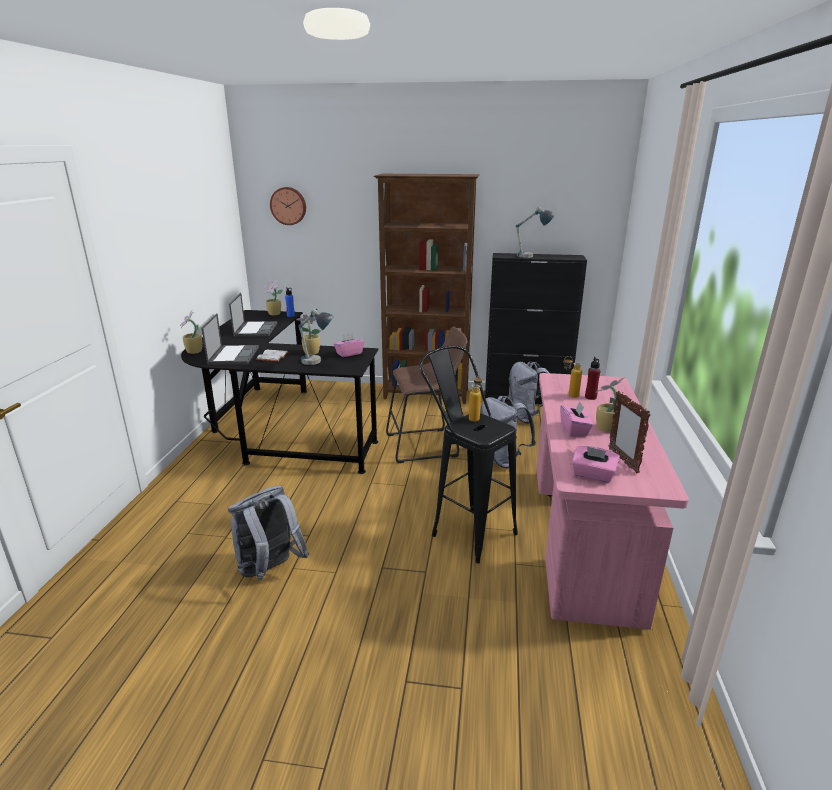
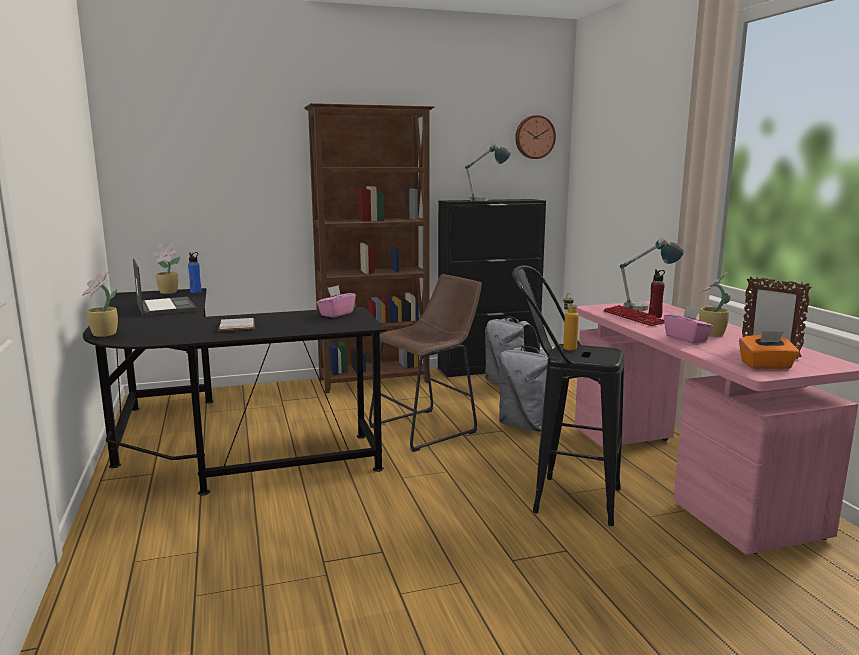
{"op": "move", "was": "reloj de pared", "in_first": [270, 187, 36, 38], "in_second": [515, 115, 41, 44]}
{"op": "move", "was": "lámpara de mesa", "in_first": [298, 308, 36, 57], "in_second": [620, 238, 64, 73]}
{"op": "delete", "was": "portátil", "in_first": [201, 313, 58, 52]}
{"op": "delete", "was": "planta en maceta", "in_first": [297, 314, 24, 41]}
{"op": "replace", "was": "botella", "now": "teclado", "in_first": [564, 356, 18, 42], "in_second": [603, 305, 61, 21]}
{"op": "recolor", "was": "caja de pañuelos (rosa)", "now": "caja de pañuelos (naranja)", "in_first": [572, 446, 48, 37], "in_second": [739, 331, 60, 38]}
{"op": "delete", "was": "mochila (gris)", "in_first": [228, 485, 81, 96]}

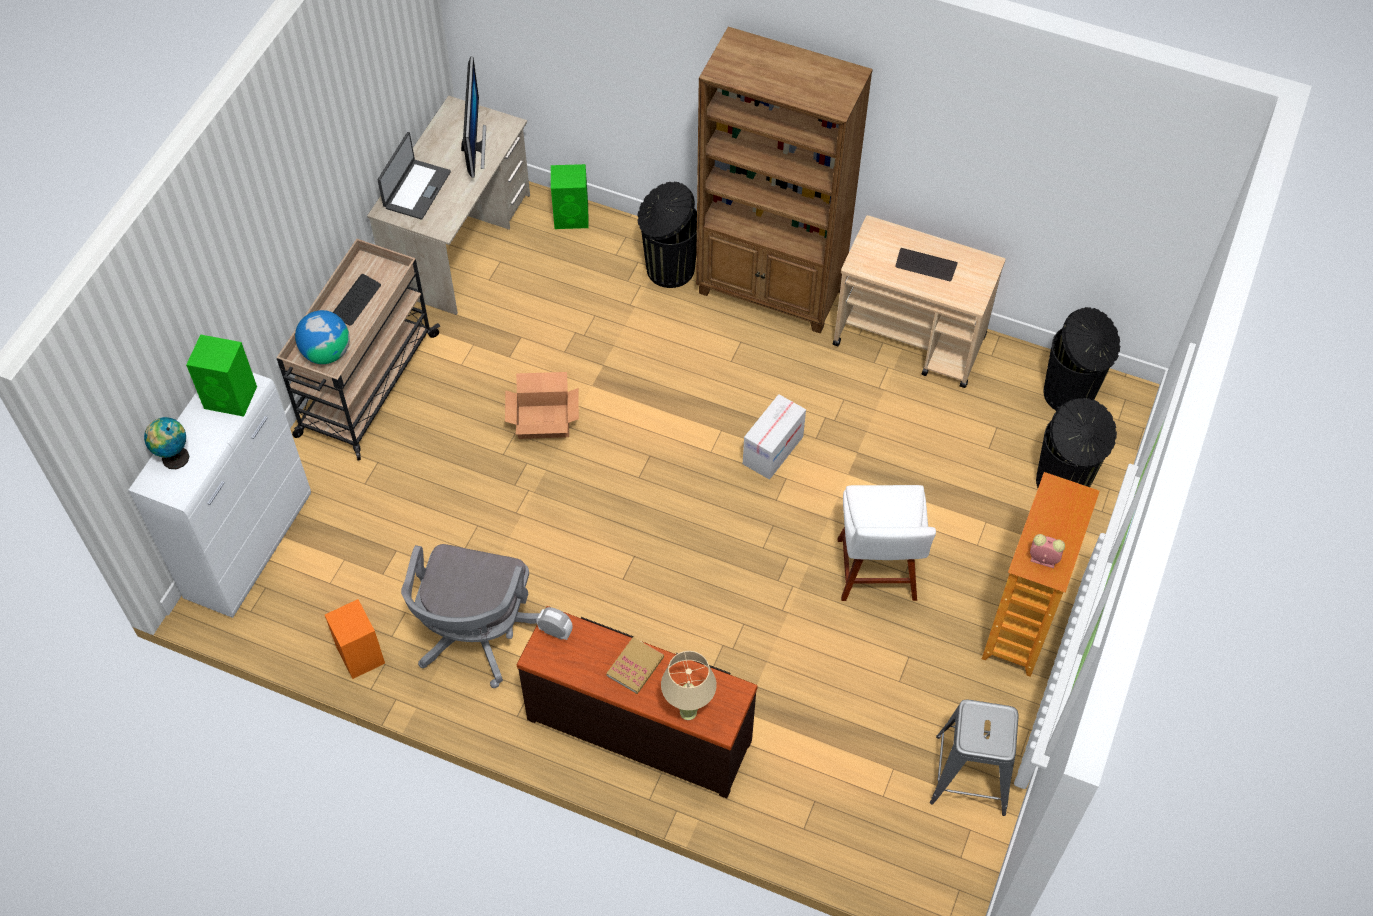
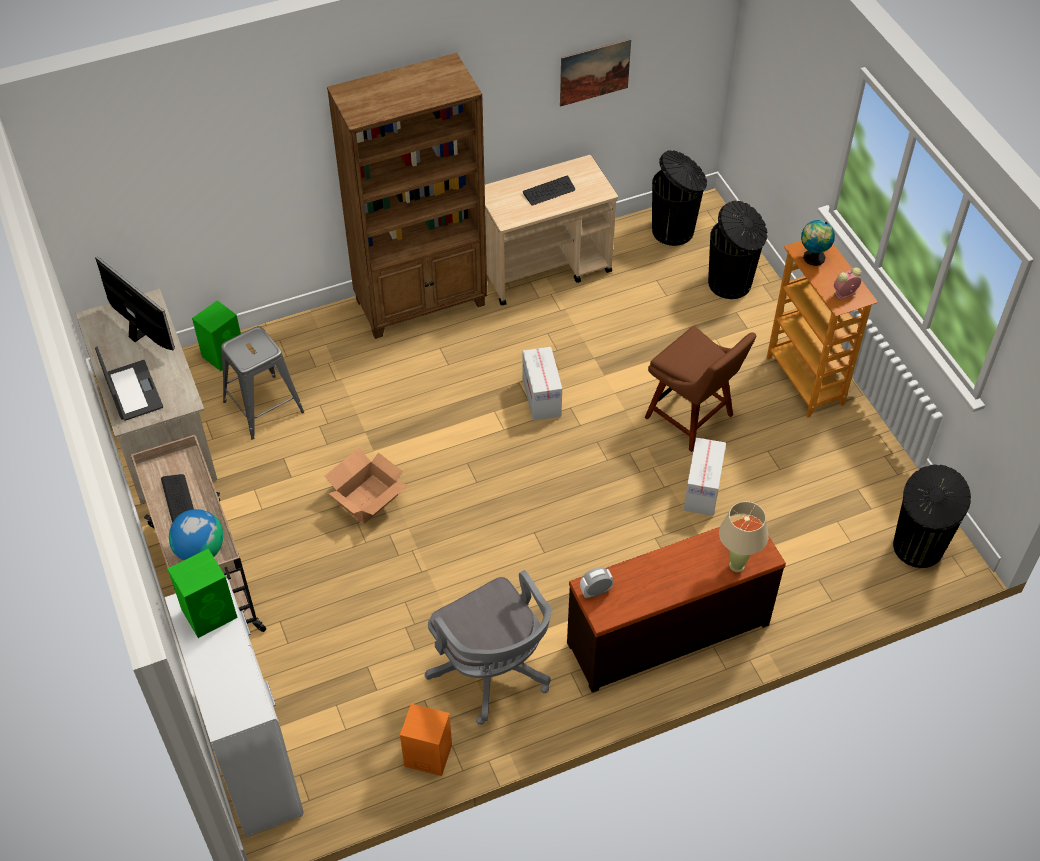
{"op": "move", "was": "papelera (negro)", "in_first": [637, 182, 60, 106], "in_second": [893, 464, 78, 104]}
{"op": "move", "was": "globo terráqueo", "in_first": [144, 417, 45, 52], "in_second": [801, 220, 34, 46]}
{"op": "recolor", "was": "silla (blanco)", "now": "silla (marrón)", "in_first": [838, 485, 98, 116], "in_second": [645, 326, 111, 126]}
{"op": "delete", "was": "libro", "in_first": [606, 637, 58, 57]}
{"op": "move", "was": "taburete (gris)", "in_first": [930, 700, 88, 116], "in_second": [221, 326, 83, 114]}
{"op": "insert", "now": "cuadro", "in_second": [560, 39, 71, 68]}
{"op": "insert", "now": "caja de cartón", "in_second": [683, 437, 43, 79]}

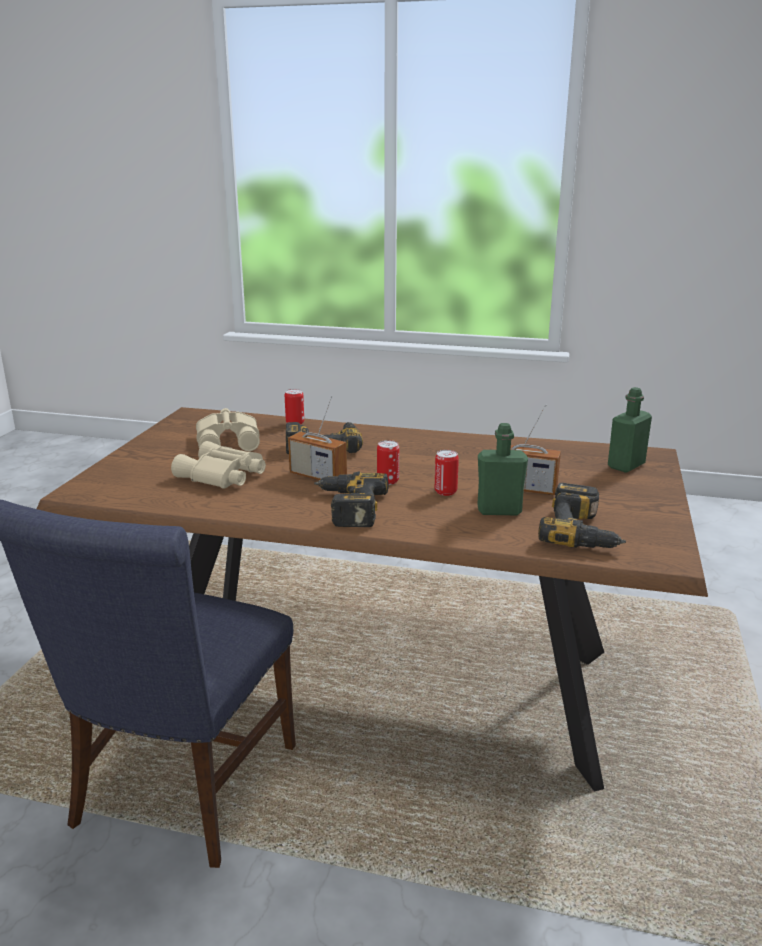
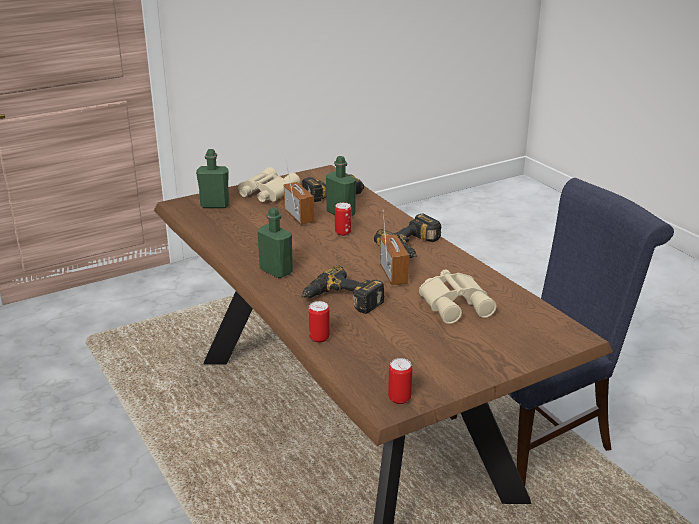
{"op": "move", "was": "prismáticos (beis)", "in_first": [196, 408, 64, 43], "in_second": [238, 167, 62, 35]}
{"op": "move", "was": "lata", "in_first": [377, 440, 22, 45], "in_second": [388, 358, 24, 46]}
{"op": "insert", "now": "botella (verde)", "in_second": [257, 207, 36, 71]}

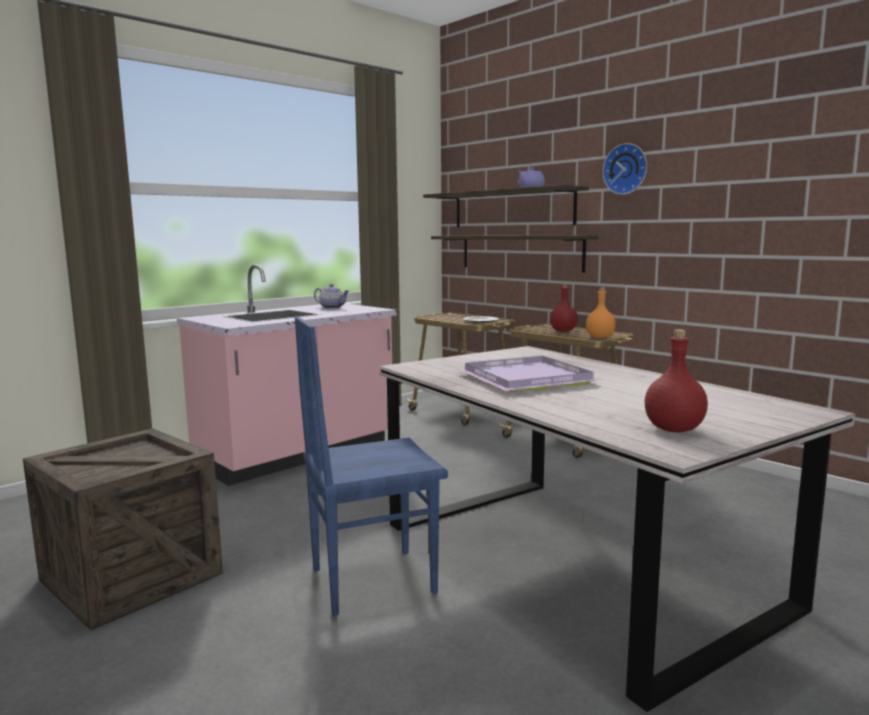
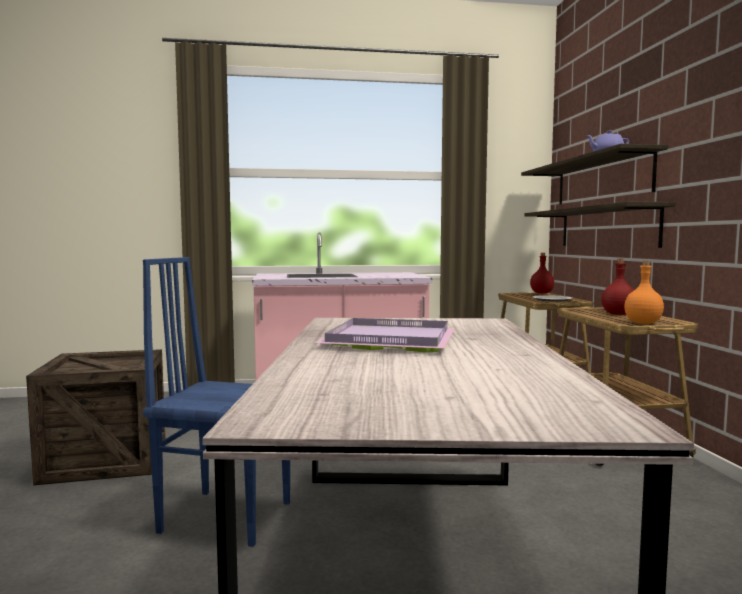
{"op": "delete", "was": "reloj de pared", "in_first": [603, 143, 44, 52]}
{"op": "delete", "was": "tetera", "in_first": [314, 284, 35, 25]}
{"op": "move", "was": "botella (rojo)", "in_first": [645, 329, 63, 104], "in_second": [530, 253, 24, 41]}

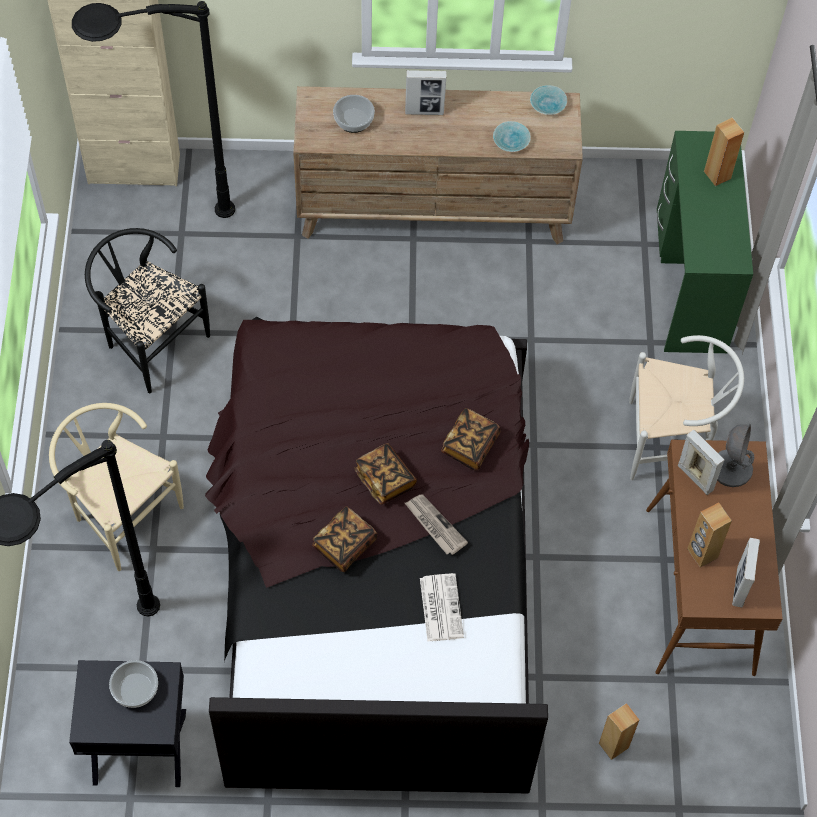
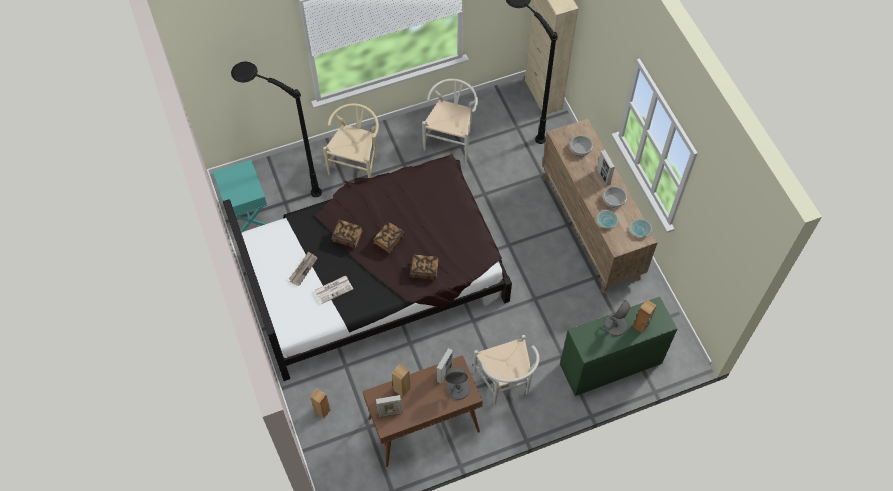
{"op": "recolor", "was": "silla (negro)", "now": "silla (blanco)", "in_first": [85, 228, 125, 165], "in_second": [422, 79, 56, 82]}
{"op": "move", "was": "periódico", "in_first": [405, 494, 63, 61], "in_second": [289, 251, 29, 35]}
{"op": "recolor", "was": "mesita de noche (negro)", "now": "mesita de noche (turquesa)", "in_first": [69, 660, 117, 127], "in_second": [213, 160, 55, 73]}
{"op": "move", "was": "cuenco", "in_first": [109, 660, 49, 48], "in_second": [603, 186, 24, 22]}
{"op": "insert", "now": "lámpara de mesa (gris)", "in_second": [604, 300, 26, 36]}

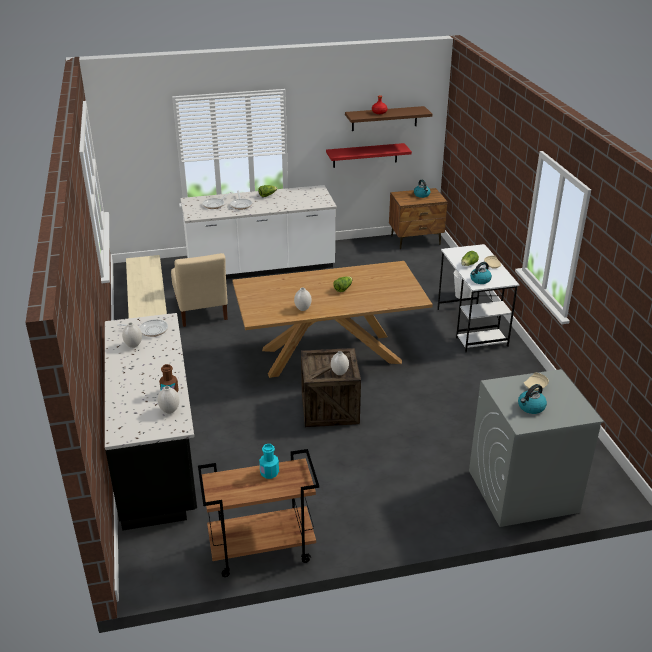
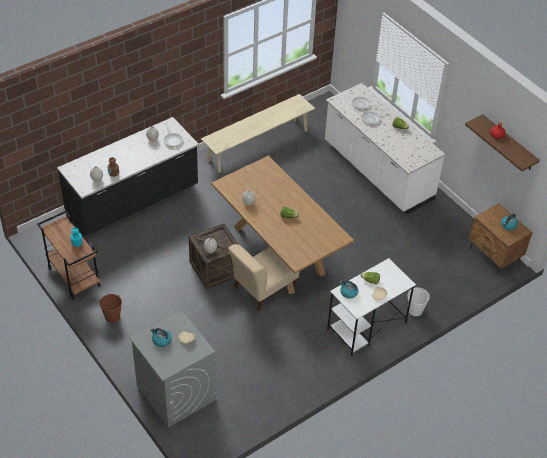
{"op": "delete", "was": "estante (rojo)", "in_first": [326, 143, 86, 25]}
{"op": "move", "was": "silla (beis)", "in_first": [171, 253, 57, 74], "in_second": [228, 244, 71, 67]}
{"op": "insert", "now": "cubo (marrón)", "in_second": [100, 294, 22, 29]}

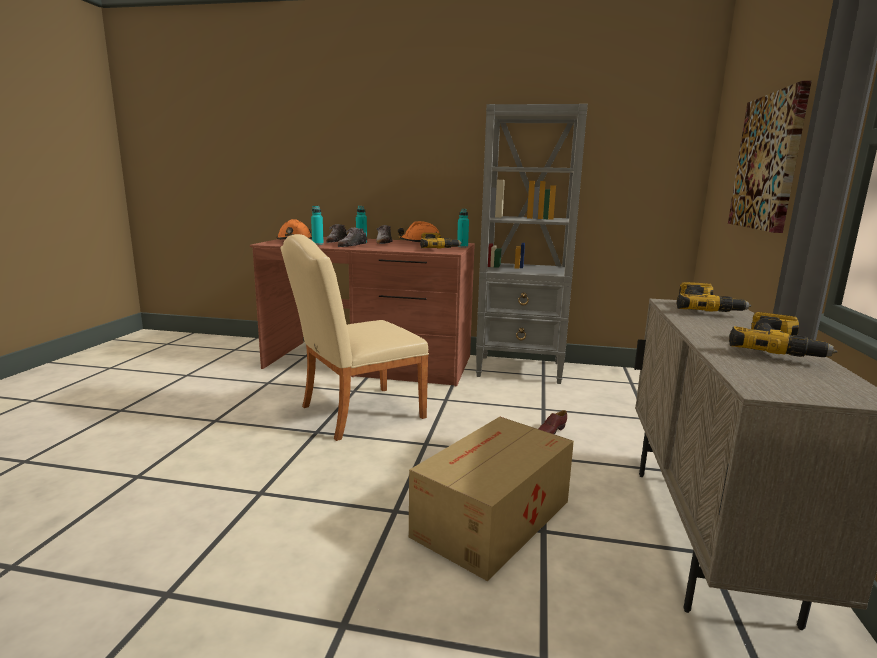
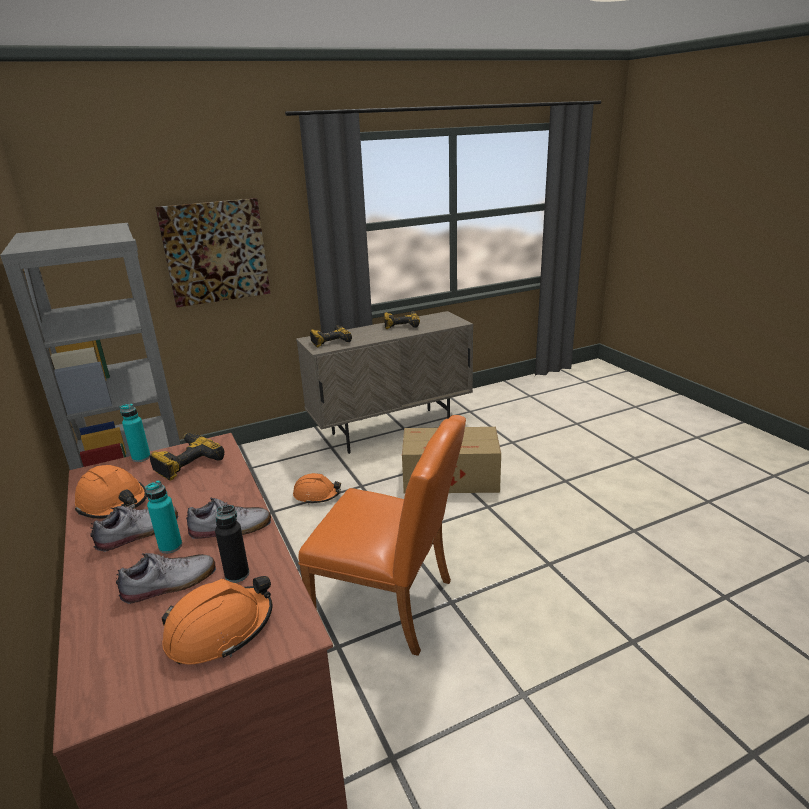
{"op": "recolor", "was": "botella (turquesa)", "now": "botella (negro)", "in_first": [311, 206, 13, 39], "in_second": [215, 505, 34, 78]}
{"op": "recolor", "was": "silla (beis)", "now": "silla (naranja)", "in_first": [281, 234, 148, 207], "in_second": [298, 415, 168, 241]}
{"op": "replace", "was": "zapato (marrón)", "now": "casco (naranja)", "in_first": [539, 410, 28, 24], "in_second": [293, 473, 48, 32]}

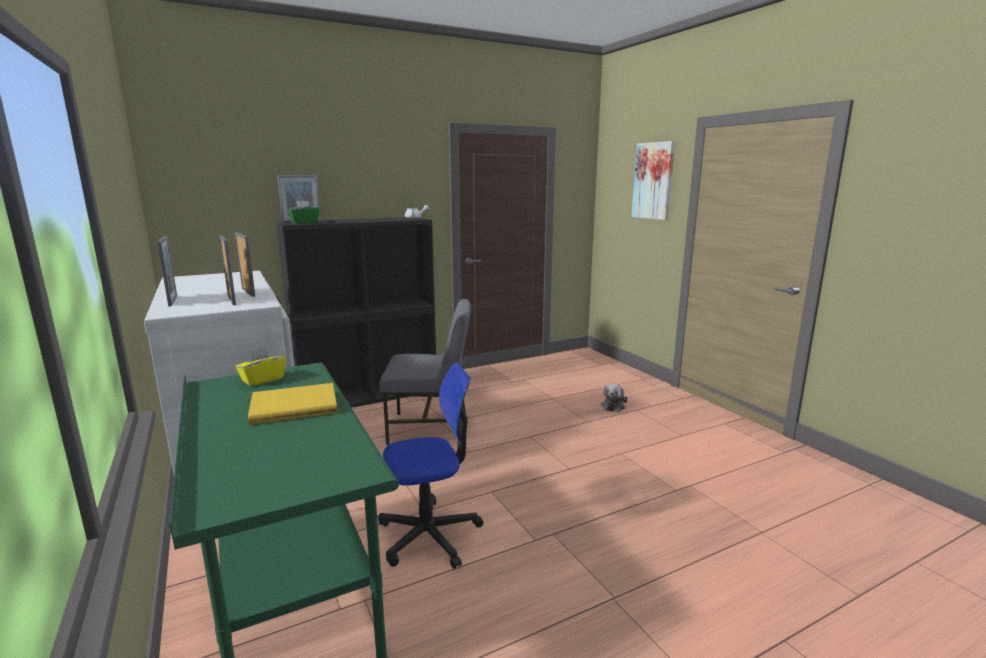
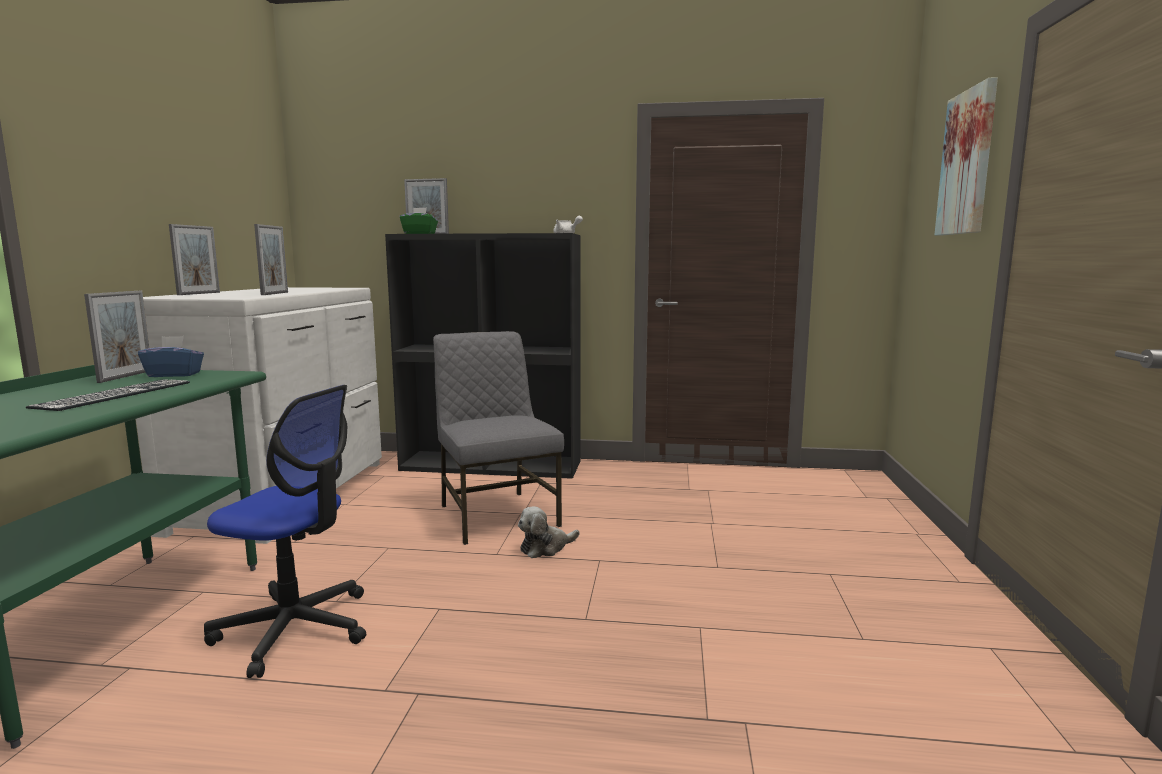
{"op": "move", "was": "portarretratos", "in_first": [220, 236, 16, 69], "in_second": [84, 291, 65, 92]}
{"op": "rotate", "was": "silla (gris)", "in_first": [379, 299, 92, 146], "in_second": [433, 331, 131, 214], "clockwise": -150}
{"op": "recolor", "was": "caja de pañuelos (amarillo)", "now": "caja de pañuelos (azul)", "in_first": [236, 346, 50, 40], "in_second": [138, 336, 66, 41]}
{"op": "replace", "was": "libro (amarillo)", "now": "teclado", "in_first": [248, 383, 89, 42], "in_second": [26, 380, 164, 31]}
{"op": "move", "was": "peluche", "in_first": [601, 384, 26, 28], "in_second": [518, 506, 62, 52]}

